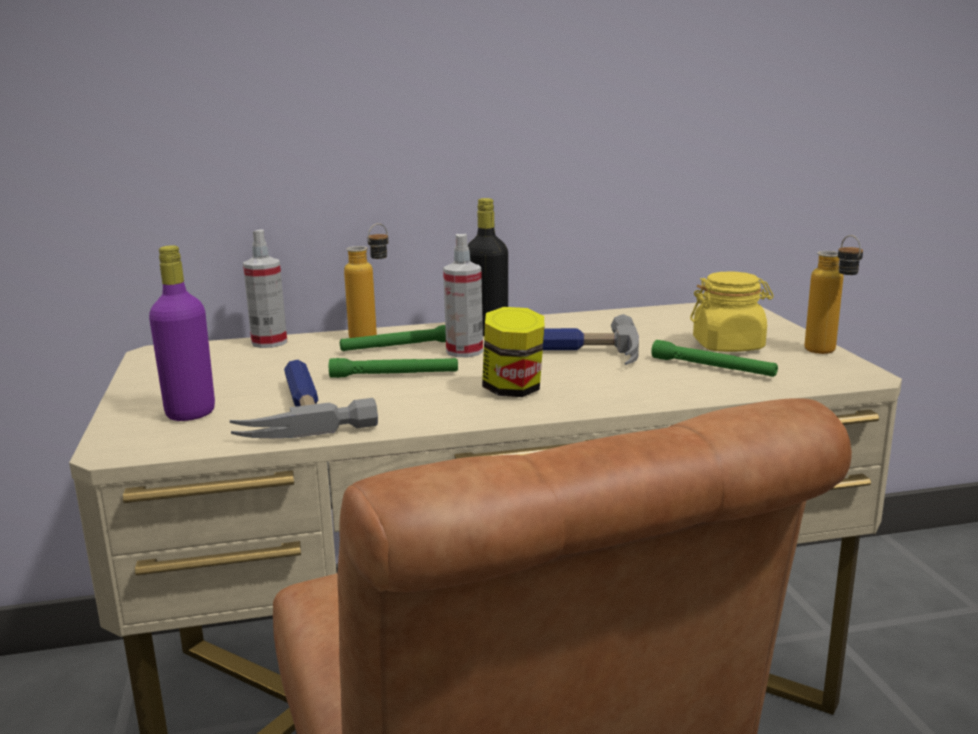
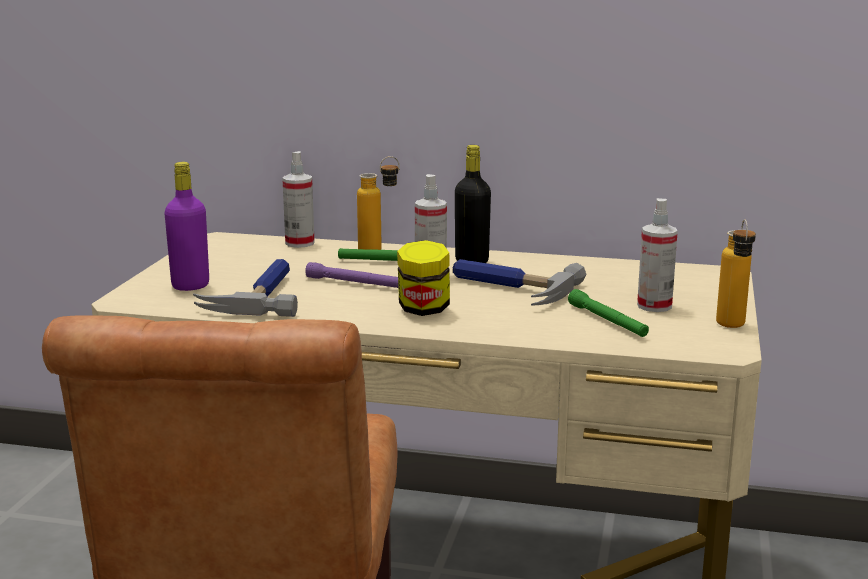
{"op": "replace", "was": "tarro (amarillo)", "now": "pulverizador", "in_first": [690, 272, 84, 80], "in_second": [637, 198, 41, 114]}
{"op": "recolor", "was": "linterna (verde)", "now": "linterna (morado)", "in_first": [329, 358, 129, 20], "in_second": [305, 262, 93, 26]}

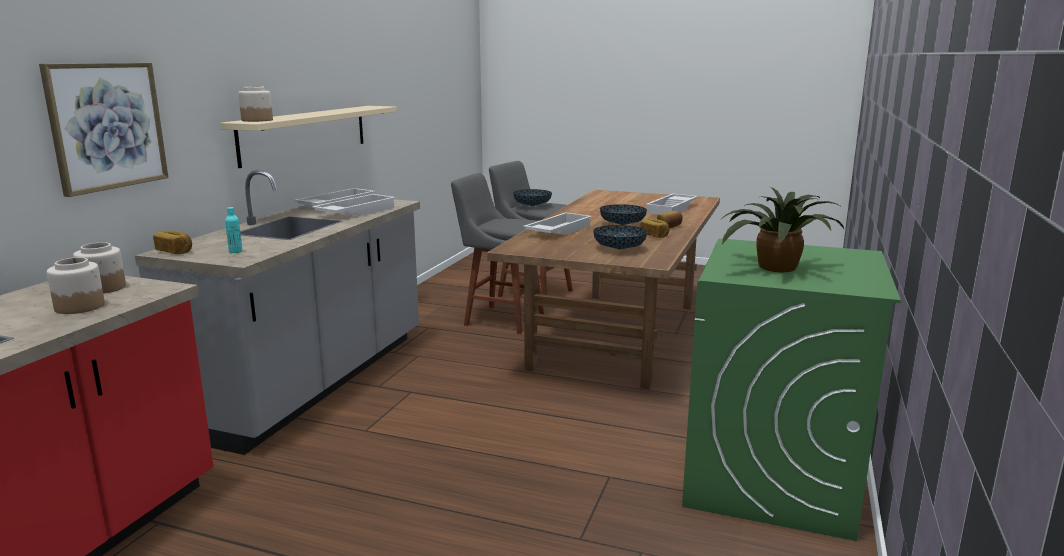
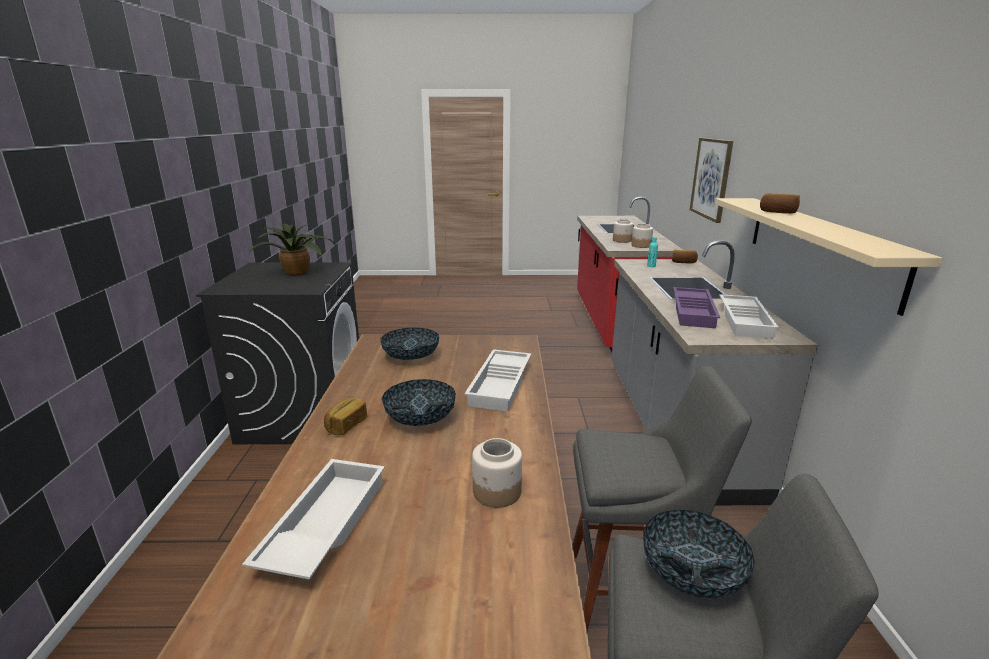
{"op": "move", "was": "tarro", "in_first": [238, 86, 35, 36], "in_second": [472, 438, 50, 70]}
{"op": "recolor", "was": "bandeja (blanco)", "now": "bandeja (morado)", "in_first": [312, 194, 84, 22], "in_second": [673, 287, 47, 41]}
{"op": "move", "was": "pan", "in_first": [640, 218, 30, 20], "in_second": [760, 193, 40, 21]}
{"op": "recolor", "was": "lavadora (verde)", "now": "lavadora (negro)", "in_first": [682, 238, 219, 303], "in_second": [196, 262, 163, 182]}

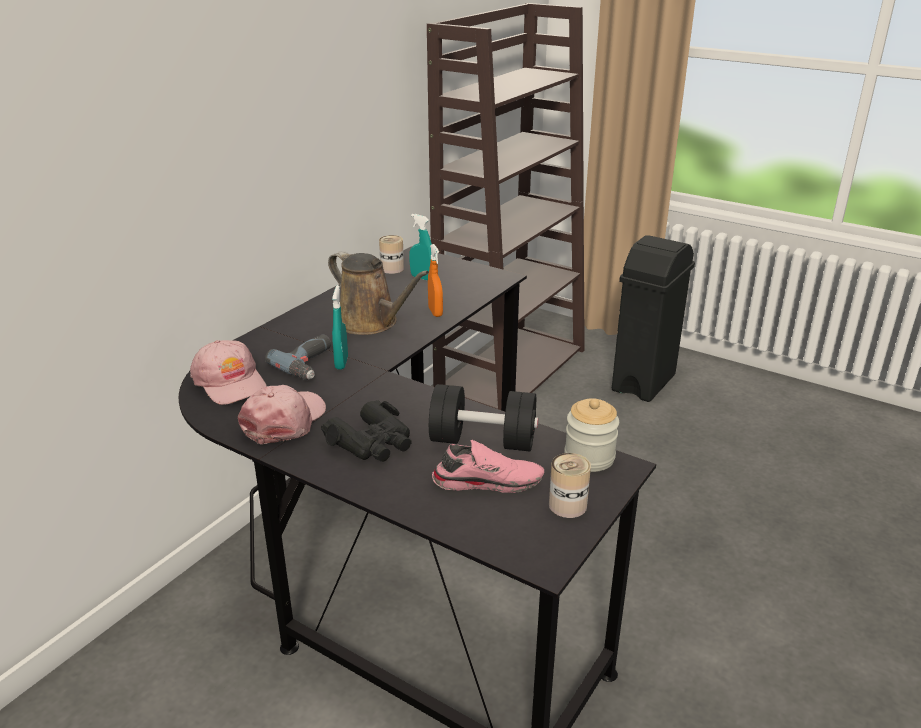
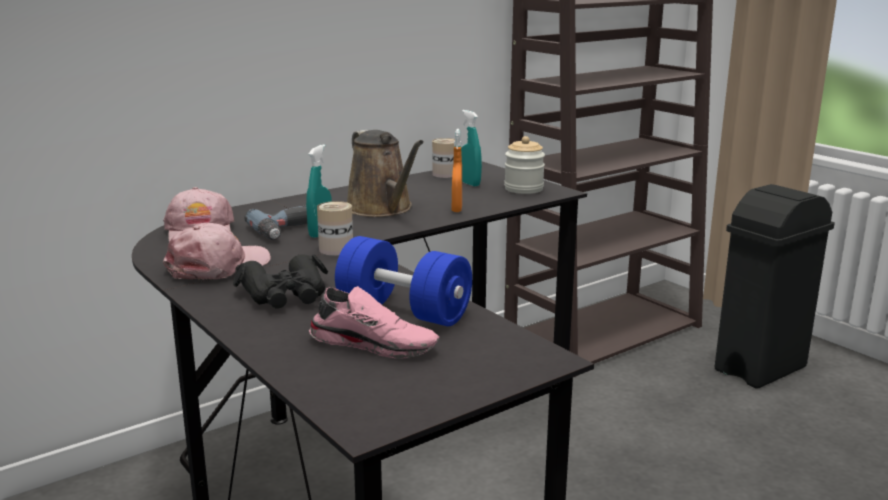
{"op": "recolor", "was": "mancuerna (negro)", "now": "mancuerna (azul)", "in_first": [429, 384, 109, 67], "in_second": [335, 236, 137, 90]}
{"op": "move", "was": "tarro", "in_first": [564, 398, 55, 74], "in_second": [504, 136, 41, 58]}
{"op": "move", "was": "lata", "in_first": [549, 453, 42, 65], "in_second": [317, 201, 36, 55]}

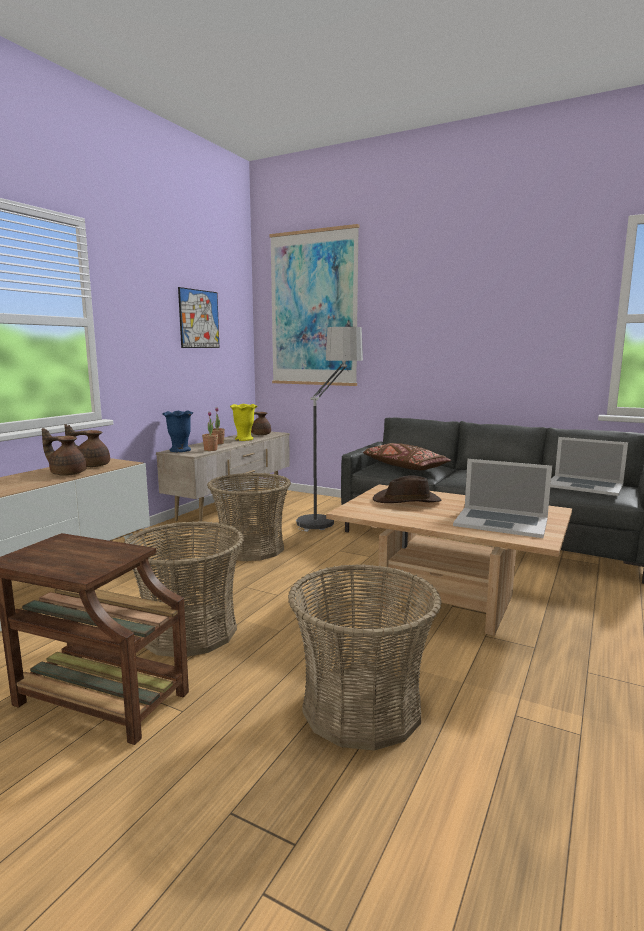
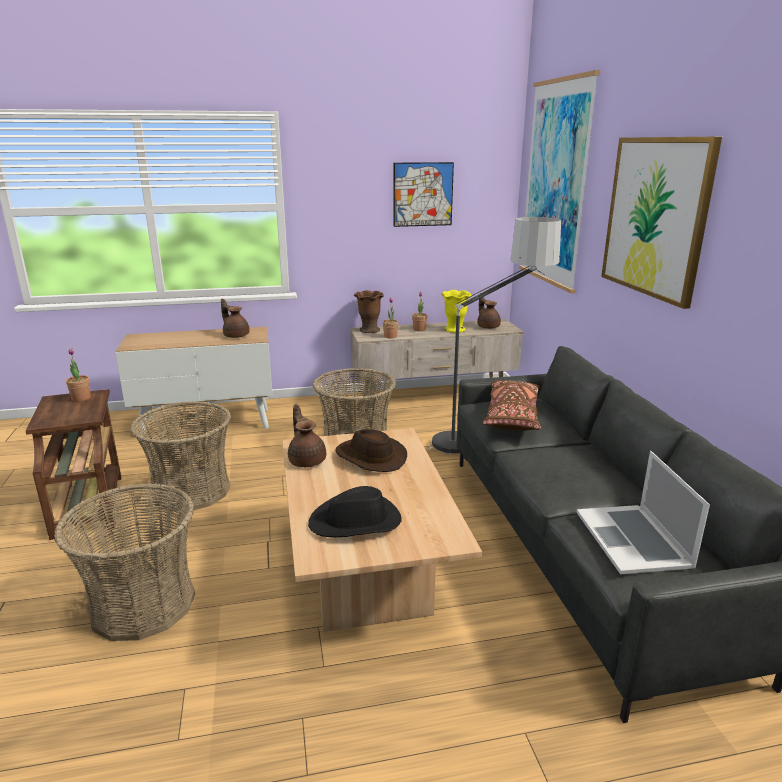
{"op": "recolor", "was": "florero (azul)", "now": "florero (marrón)", "in_first": [163, 410, 30, 42], "in_second": [354, 290, 30, 43]}
{"op": "move", "was": "tetera (marrón)", "in_first": [42, 428, 45, 48], "in_second": [288, 404, 38, 63]}
{"op": "replace", "was": "portátil", "now": "sombrero (negro)", "in_first": [453, 459, 99, 79], "in_second": [308, 486, 94, 51]}
{"op": "insert", "now": "cuadro", "in_second": [601, 137, 121, 172]}
{"op": "insert", "now": "planta en maceta", "in_second": [66, 348, 25, 54]}

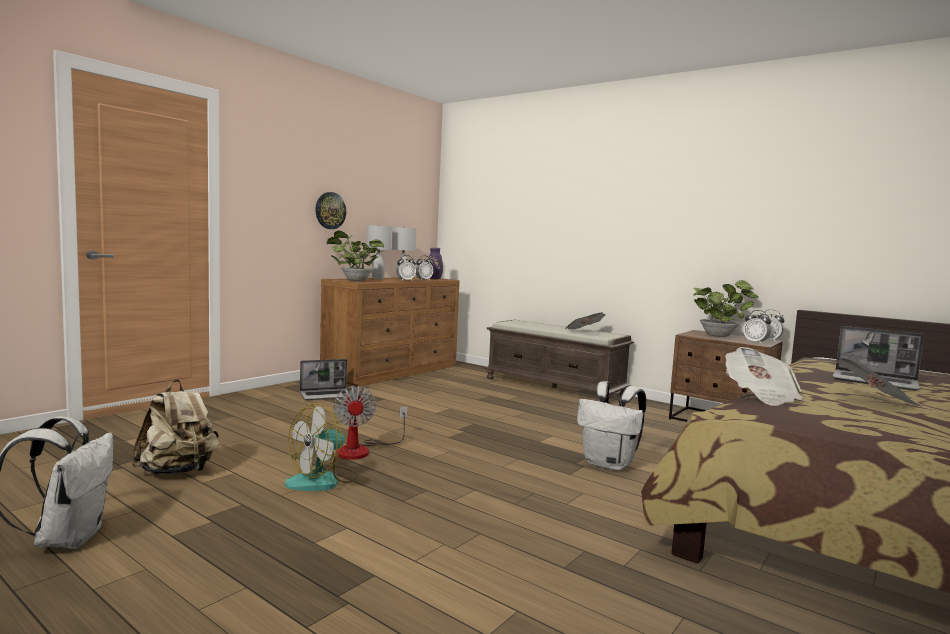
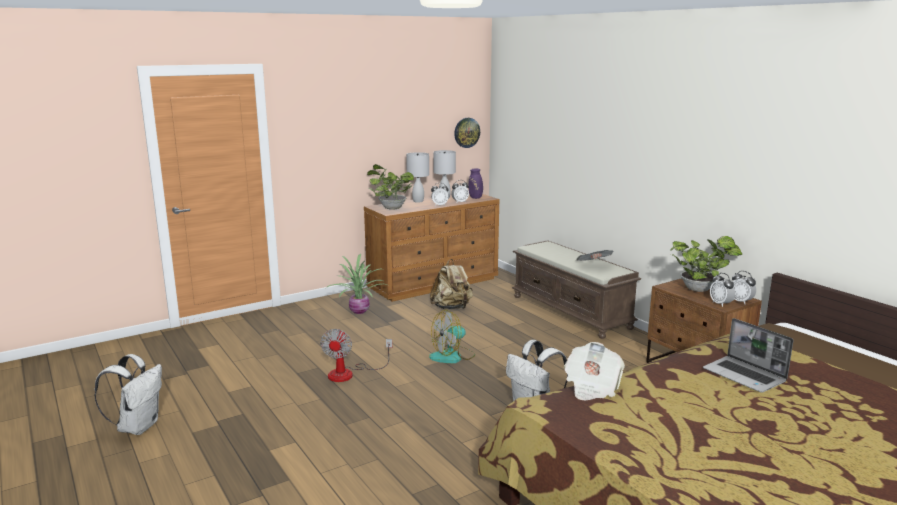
{"op": "move", "was": "reloj de pared", "in_first": [315, 192, 31, 37], "in_second": [454, 118, 26, 30]}
{"op": "delete", "was": "periódico", "in_first": [836, 358, 86, 48]}
{"op": "replace", "was": "portátil", "now": "planta en maceta", "in_first": [300, 359, 50, 41], "in_second": [325, 254, 62, 60]}
{"op": "move", "was": "mochila (beis)", "in_first": [132, 380, 87, 95], "in_second": [430, 259, 43, 50]}
{"op": "move", "was": "ventilador", "in_first": [284, 403, 74, 88], "in_second": [429, 310, 46, 53]}

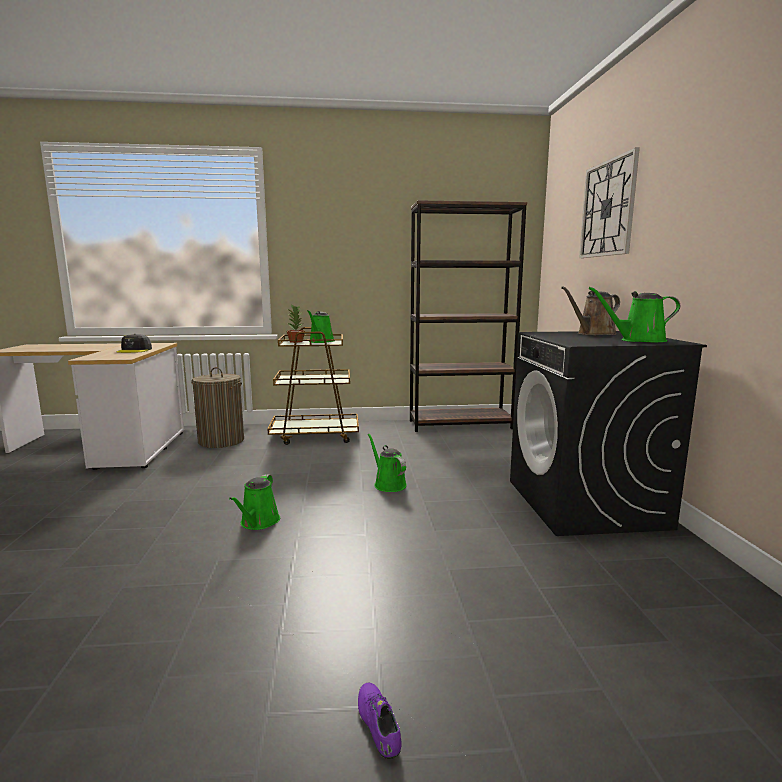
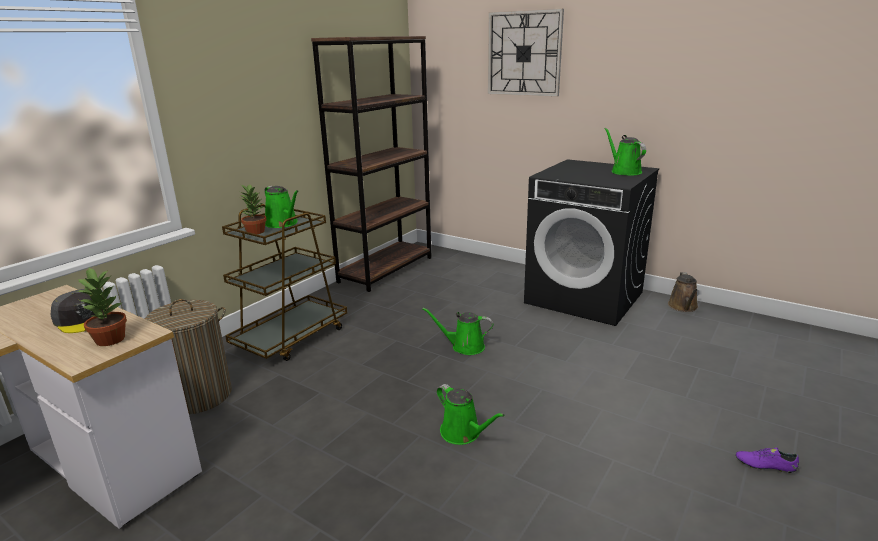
{"op": "move", "was": "regadera (marrón)", "in_first": [561, 286, 59, 49], "in_second": [668, 272, 30, 40]}
{"op": "rotate", "was": "regadera (verde)", "in_first": [589, 287, 91, 55], "in_second": [604, 128, 42, 47], "clockwise": 120}
{"op": "insert", "now": "planta en maceta", "in_second": [77, 267, 50, 79]}

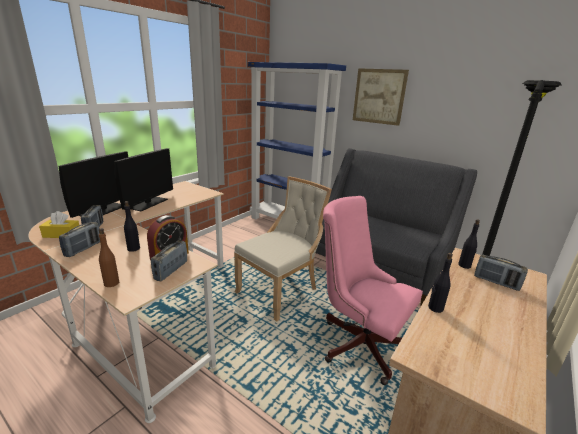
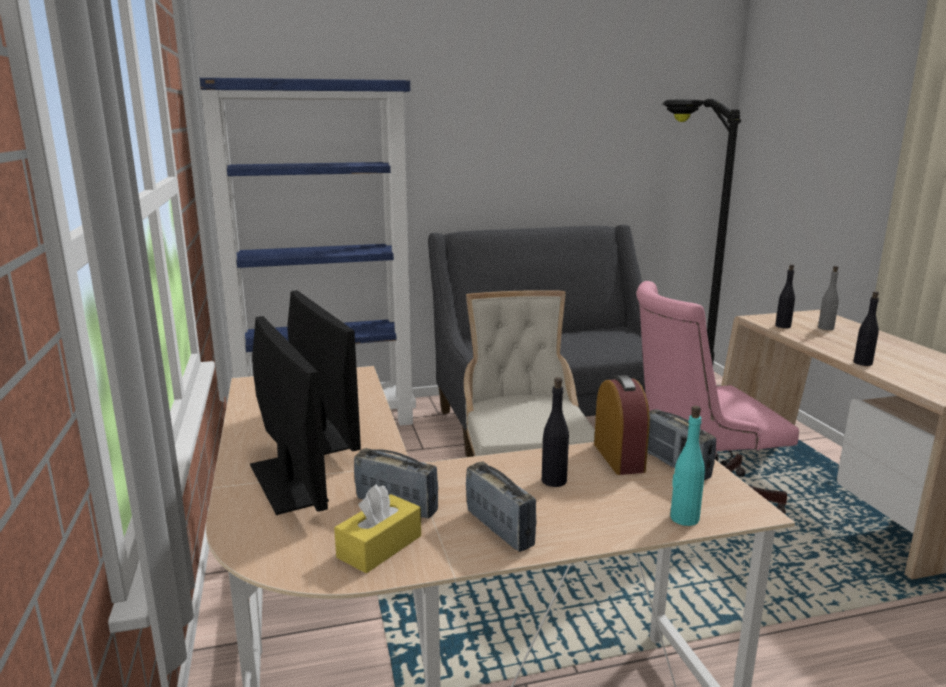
{"op": "delete", "was": "cuadro", "in_first": [353, 68, 56, 58]}
{"op": "recolor", "was": "botella (marrón)", "now": "botella (turquesa)", "in_first": [99, 228, 20, 59], "in_second": [670, 406, 35, 120]}
{"op": "replace", "was": "radio", "now": "botella (gris)", "in_first": [474, 254, 54, 37], "in_second": [818, 266, 21, 64]}

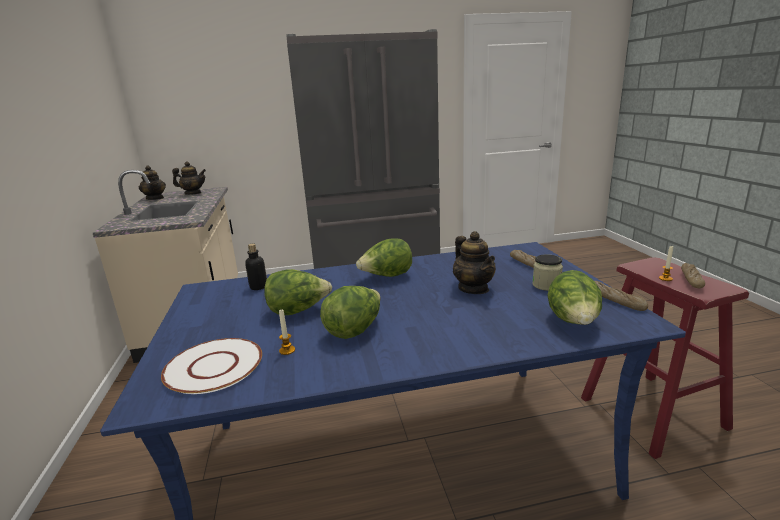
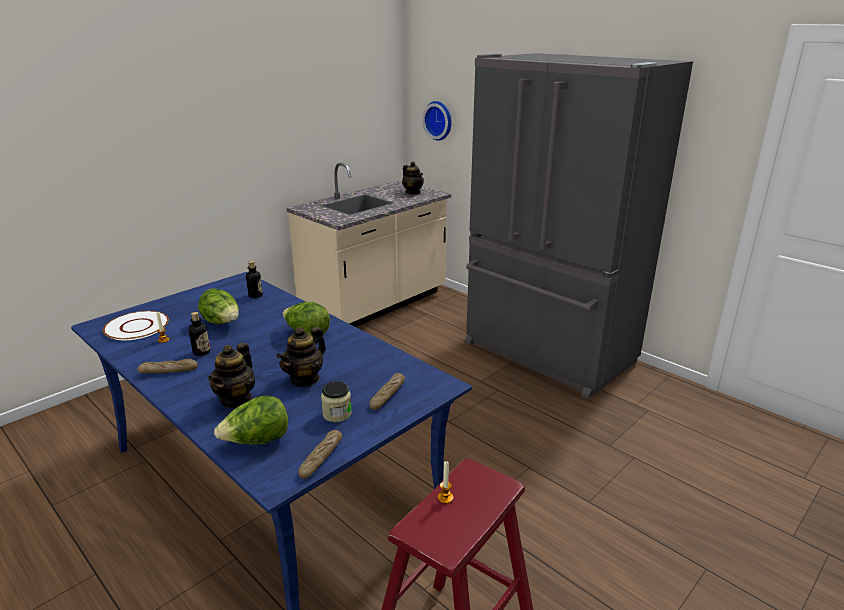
{"op": "move", "was": "tetera", "in_first": [139, 166, 27, 34], "in_second": [208, 343, 47, 65]}
{"op": "move", "was": "pan", "in_first": [681, 263, 24, 25], "in_second": [137, 359, 61, 14]}
{"op": "replace", "was": "lechuga", "now": "botella", "in_first": [320, 286, 60, 53], "in_second": [189, 312, 21, 44]}
{"op": "insert", "now": "reloj de pared", "in_second": [422, 101, 30, 40]}

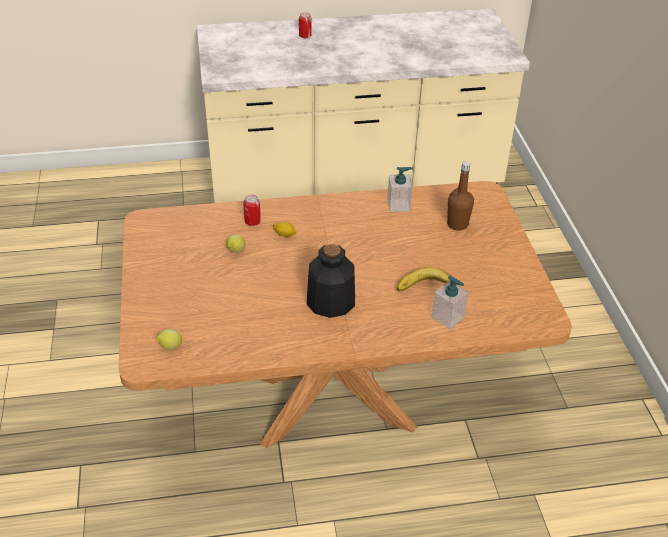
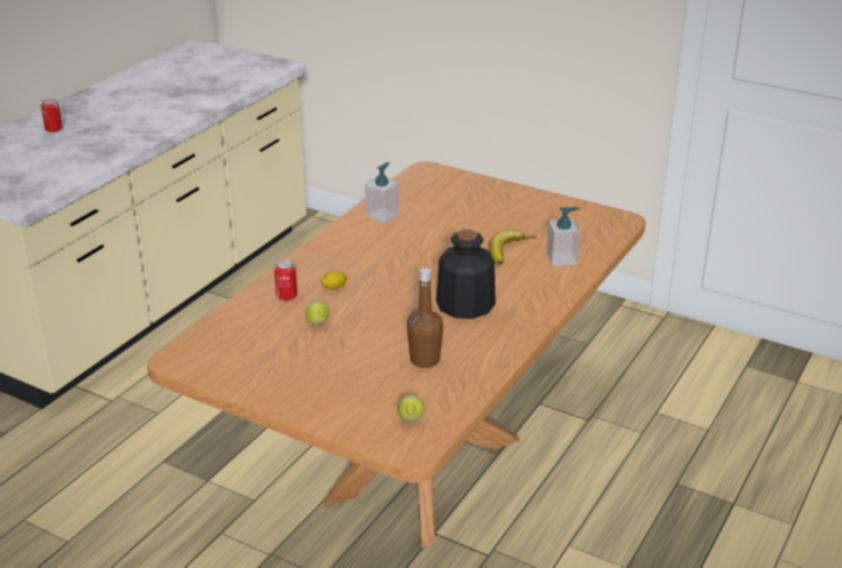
{"op": "move", "was": "botella (marrón)", "in_first": [447, 161, 27, 70], "in_second": [407, 268, 36, 100]}

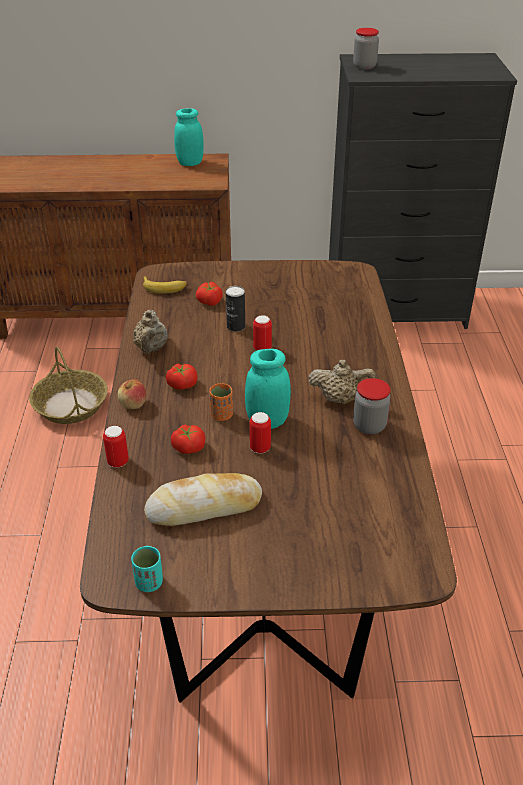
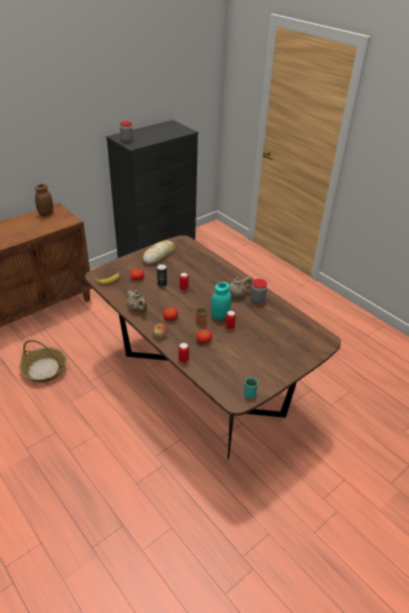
{"op": "recolor", "was": "tarro (turquesa)", "now": "tarro (marrón)", "in_first": [174, 108, 29, 58], "in_second": [35, 184, 18, 33]}
{"op": "move", "was": "pan", "in_first": [144, 473, 118, 53], "in_second": [143, 240, 32, 24]}

